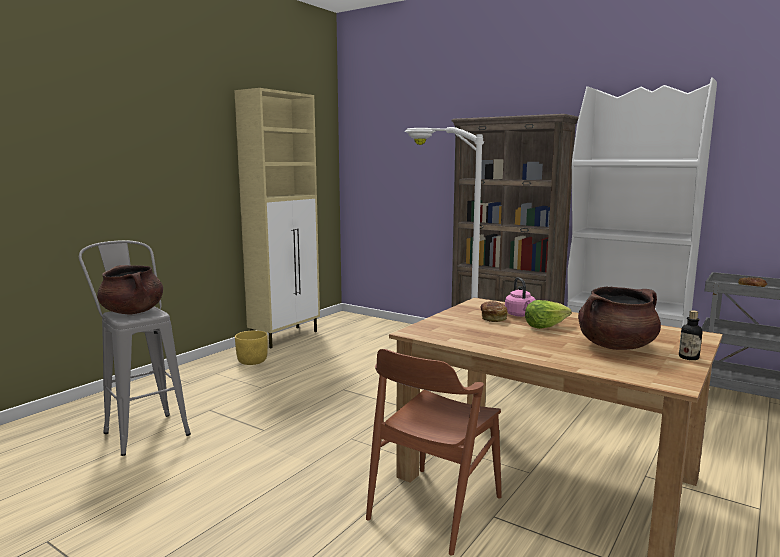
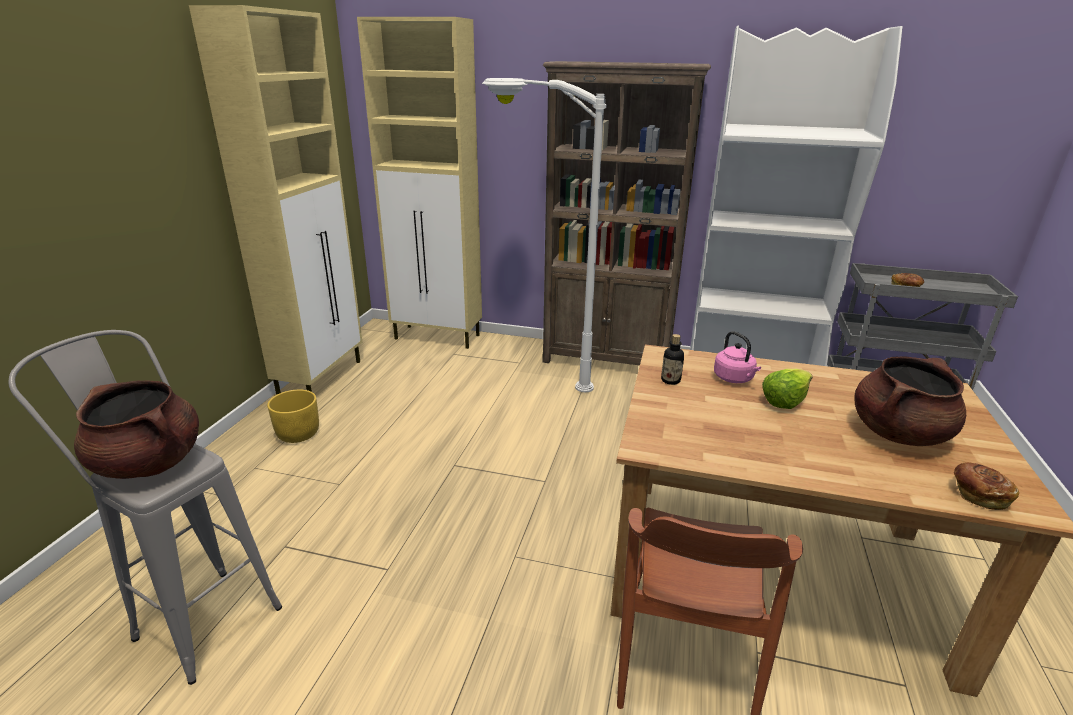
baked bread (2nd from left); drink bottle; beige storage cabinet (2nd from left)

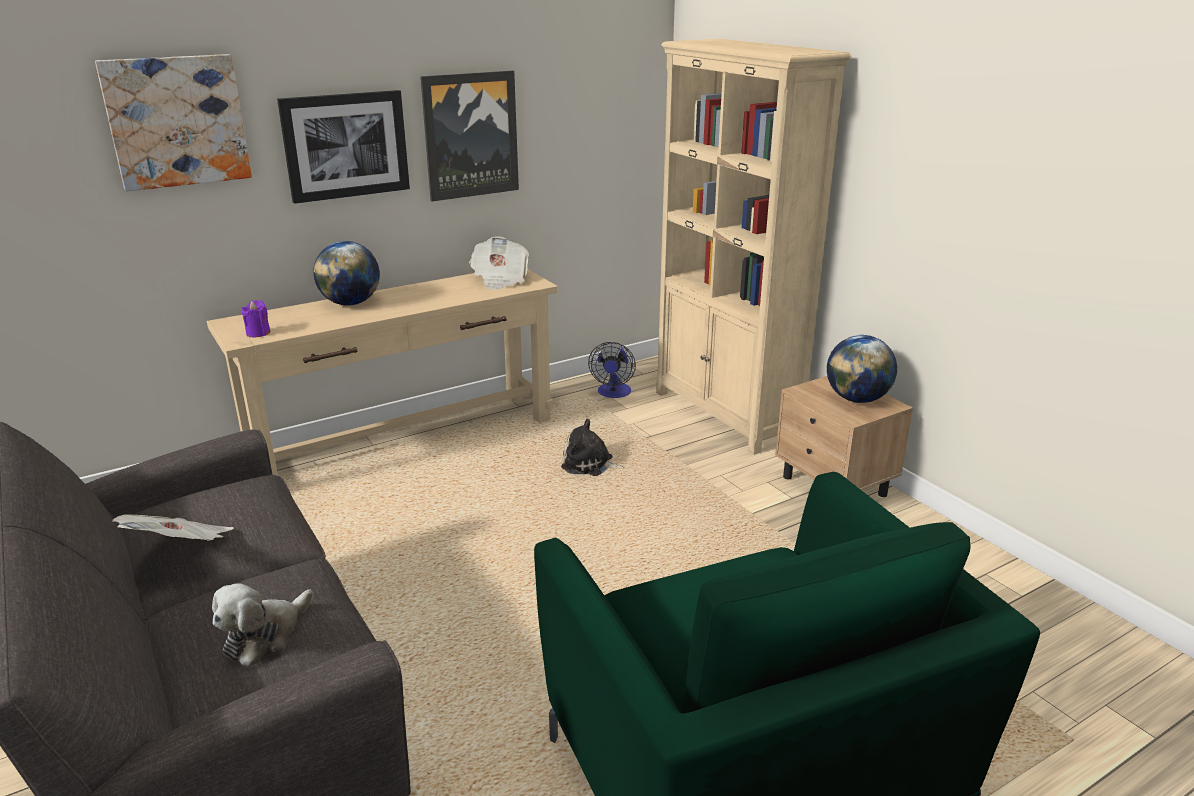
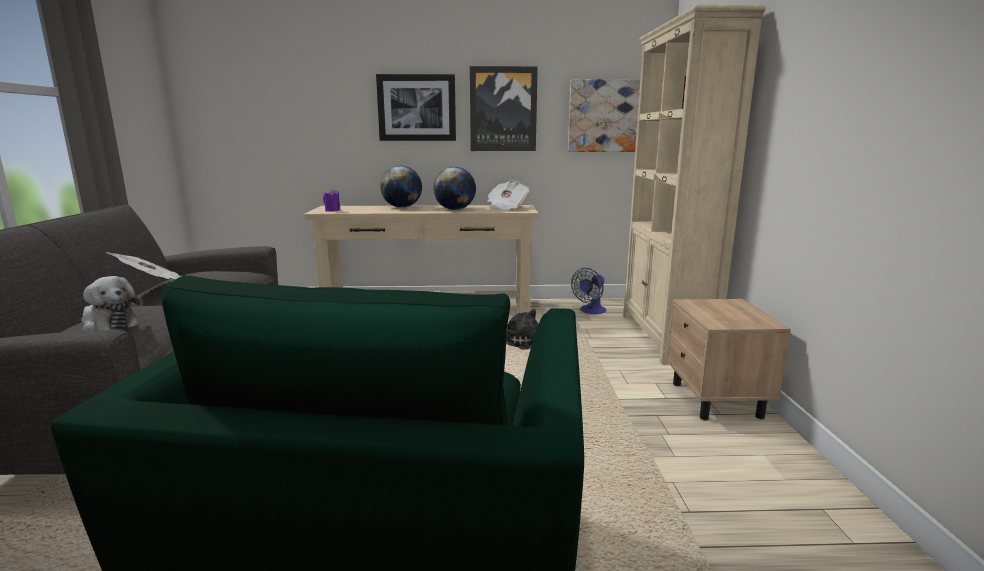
wall picture (3rd from left); soft toy (1st from left); globe (2nd from left)

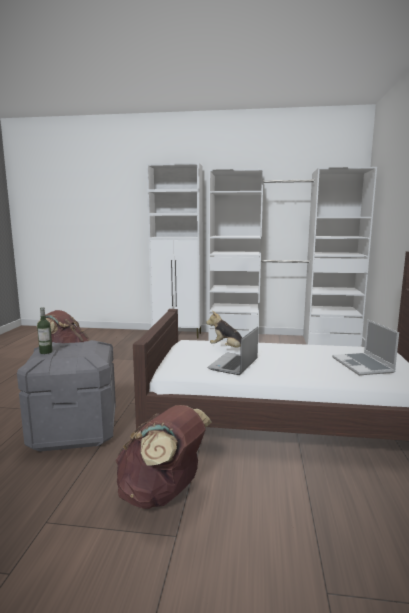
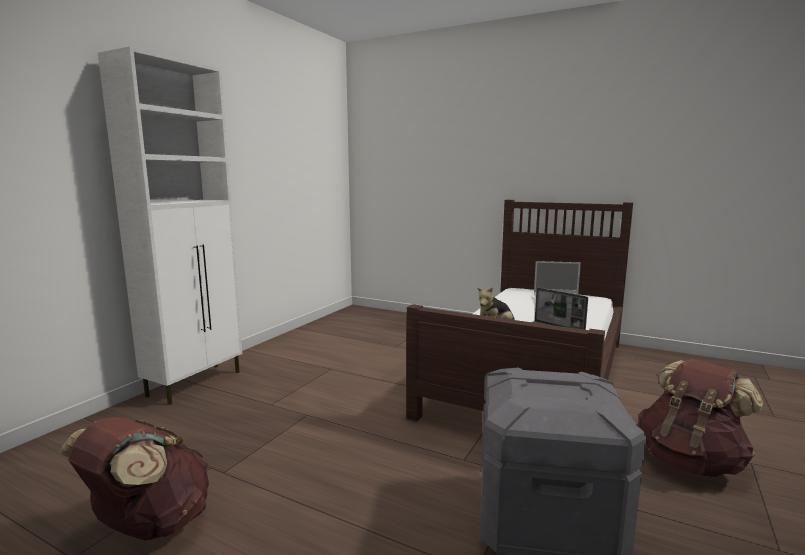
drink bottle; white clothes cupboard

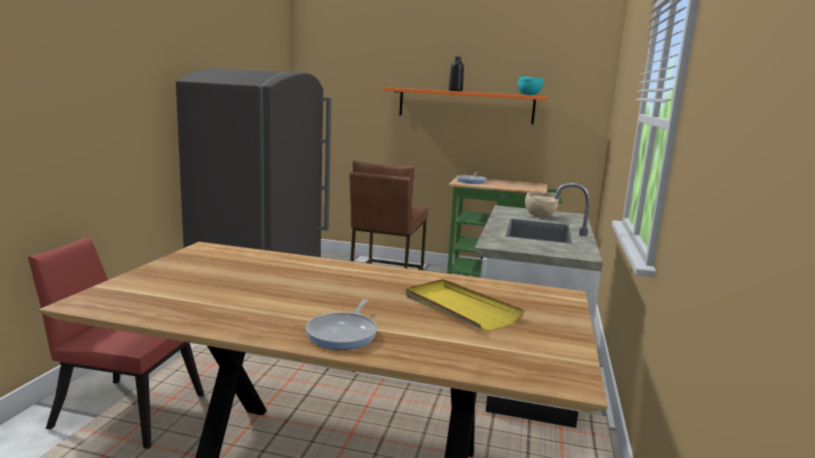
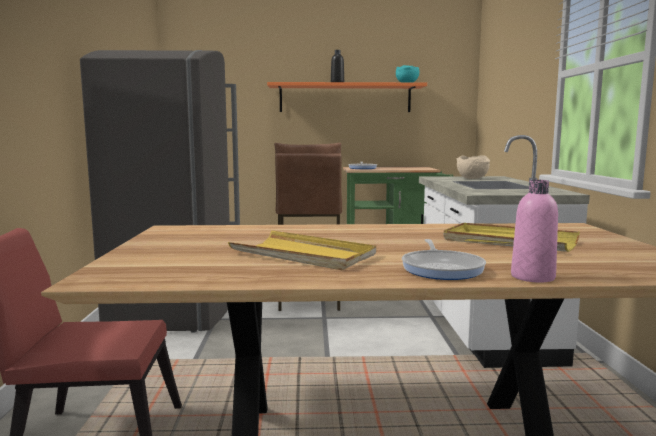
yellowish serving tray (1st from left); pink-coloured drink bottle

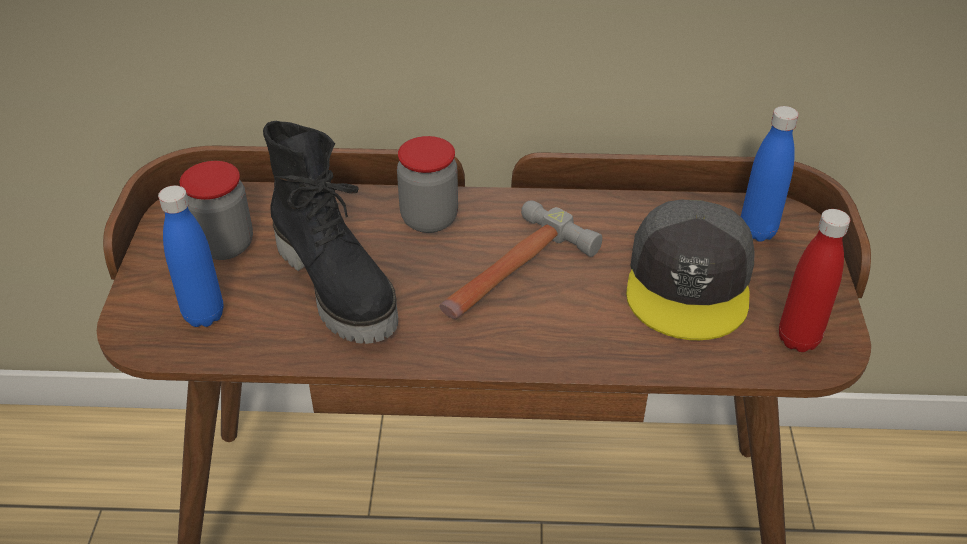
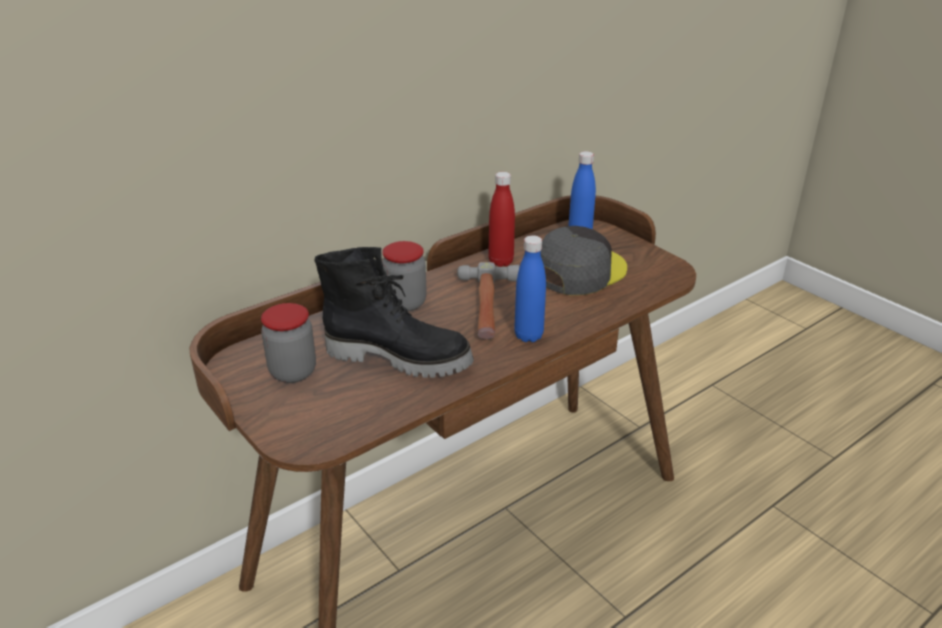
blue drink bottle (1st from left); gray cap; red drink bottle

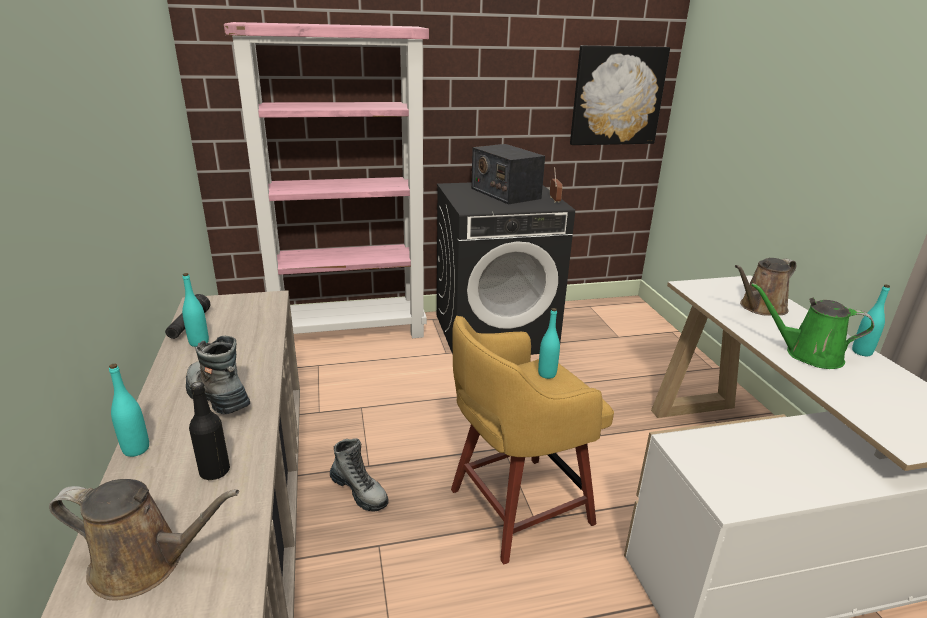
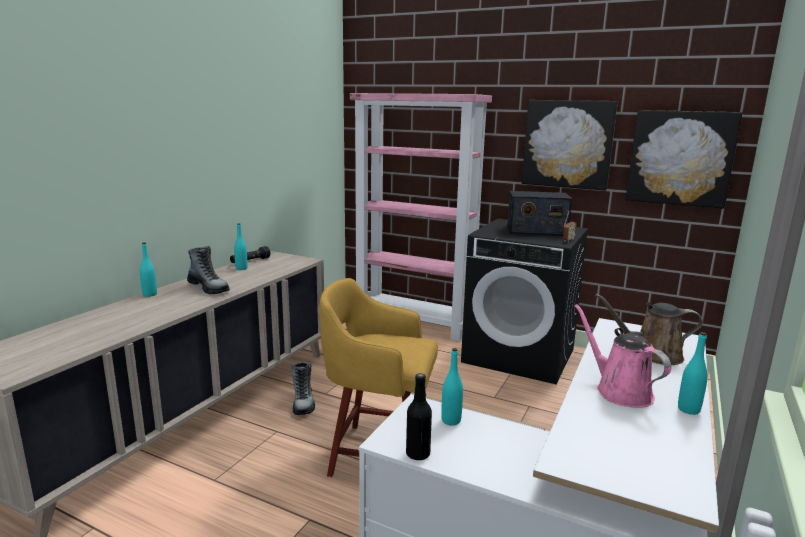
brownish watering can (1st from left in the first image); high-top boot (1st from left); blackish drink bottle; radio receiver (1st from left); turquoise drink bottle (3rd from left); pink-coloured watering can; wall picture (1st from left)

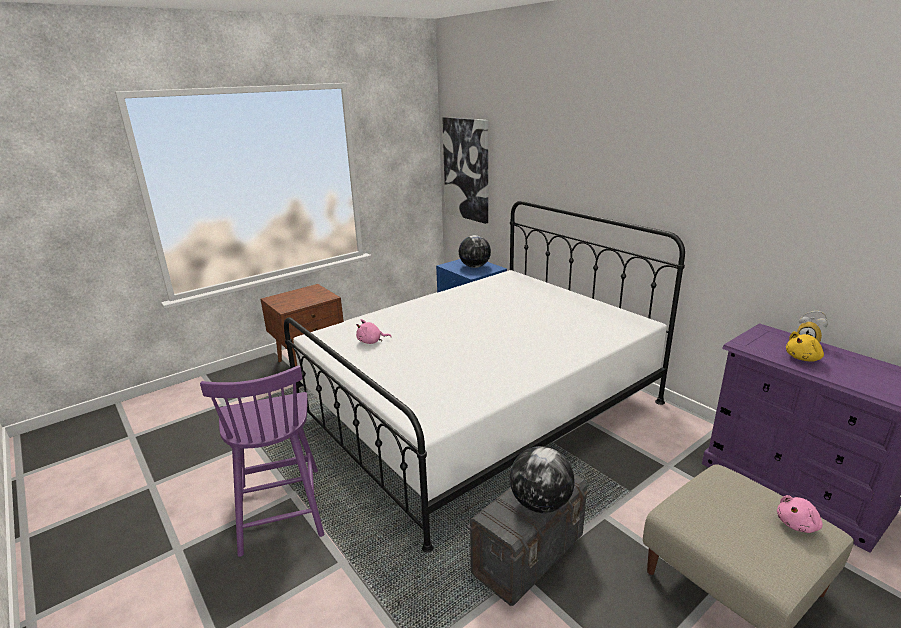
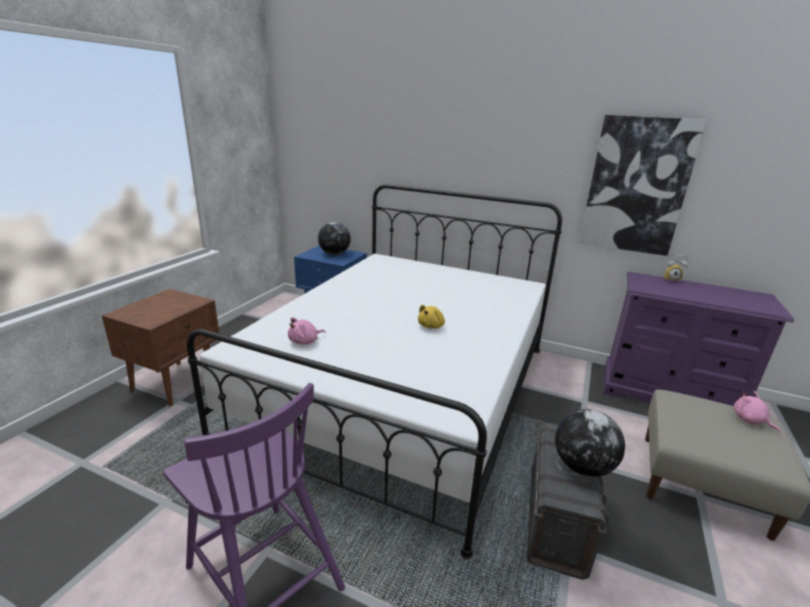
wall picture; pink-coloured soft toy (2nd from left); yellowish soft toy

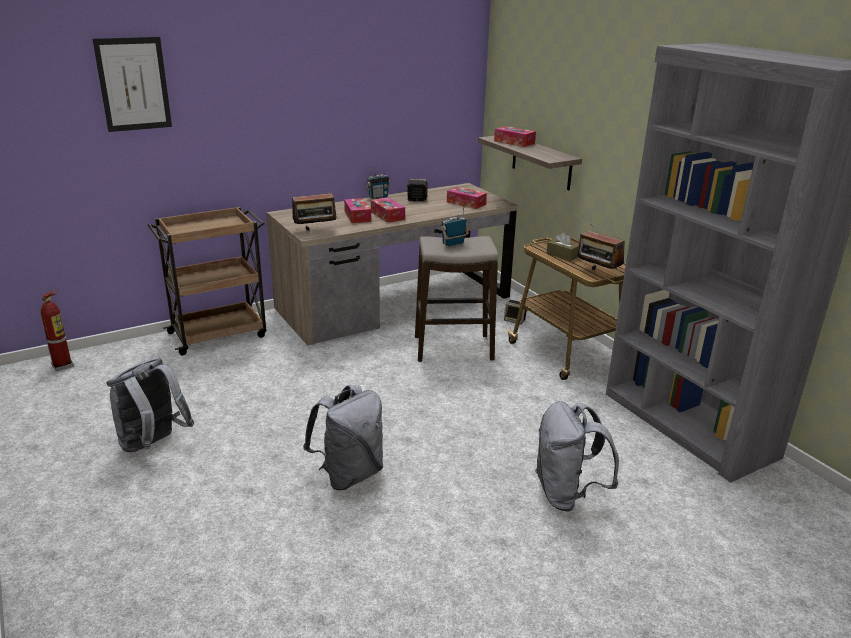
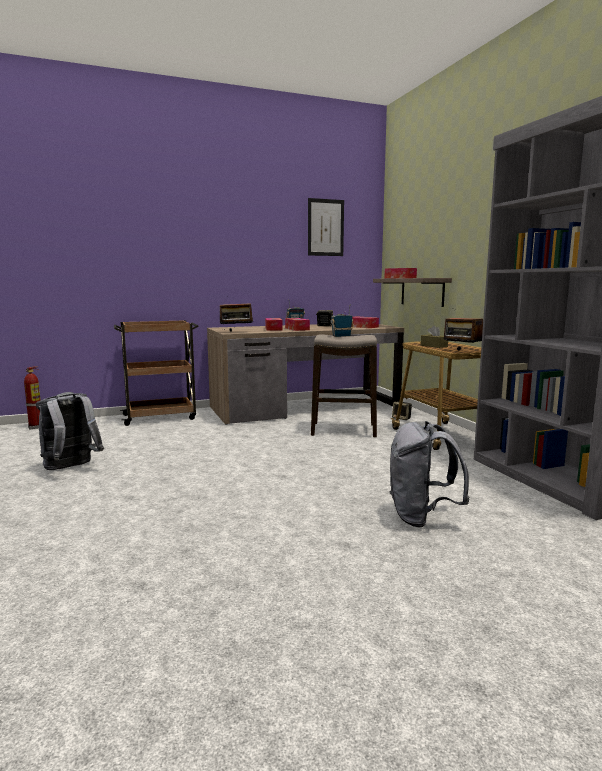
wall picture; gray rucksack (2nd from left in the first image)

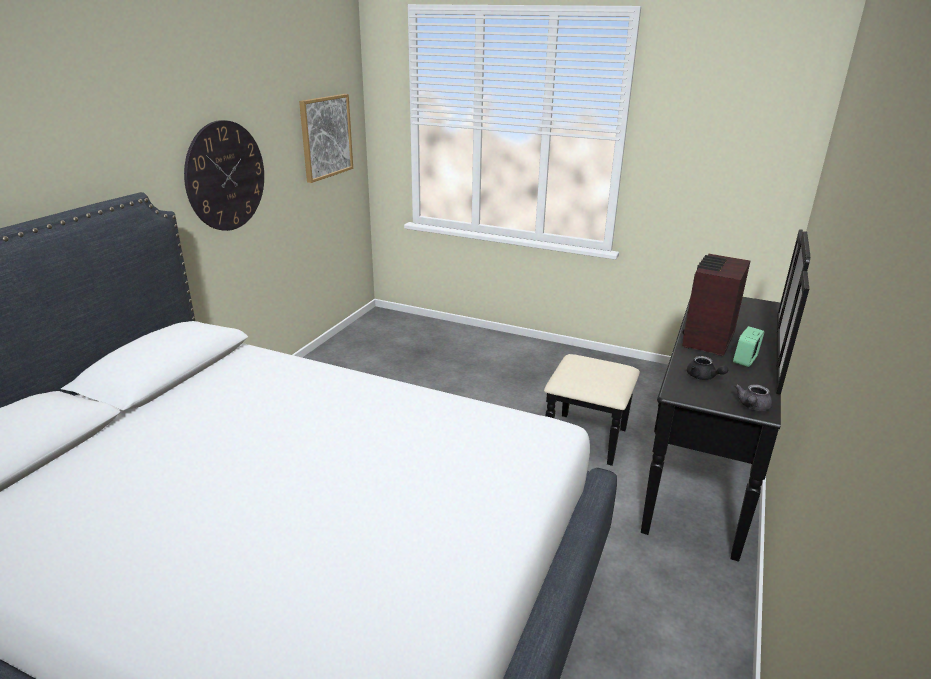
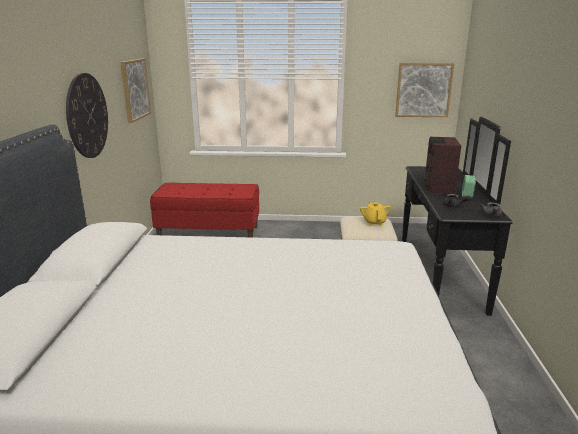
red long seat; yellowish tea pot; wall picture (2nd from left)

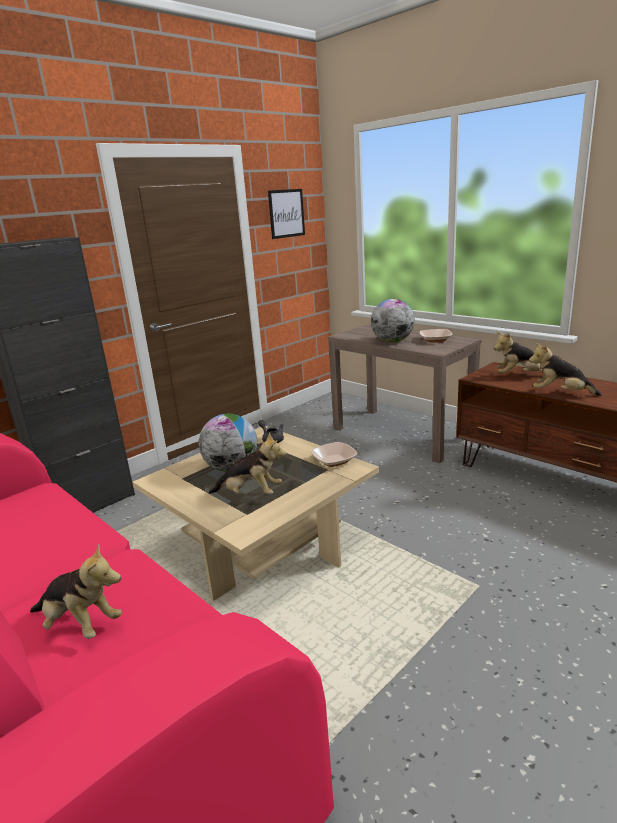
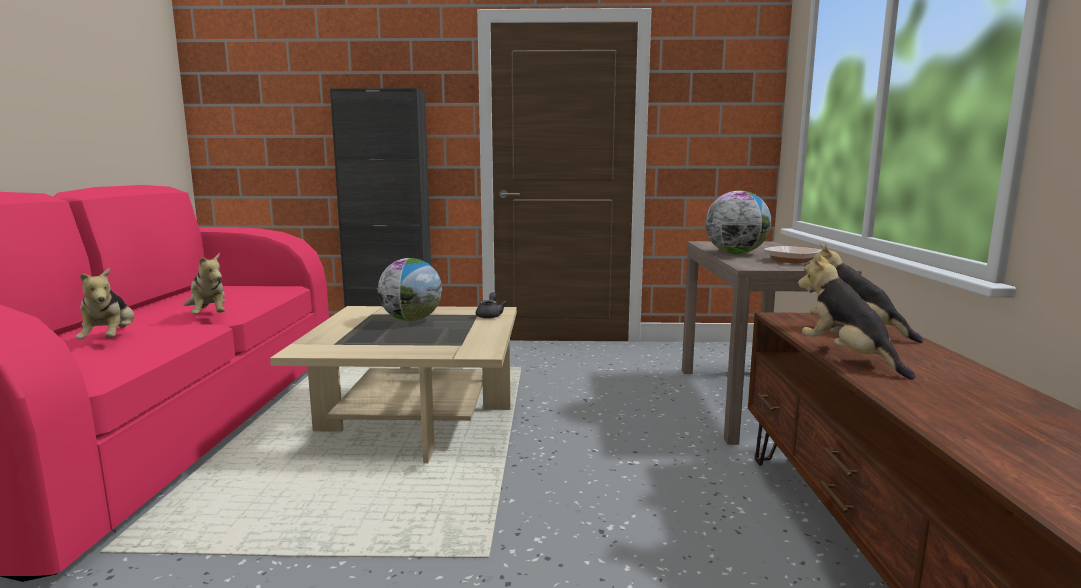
soft toy (2nd from left); wall picture; bowl (1st from left in the first image)

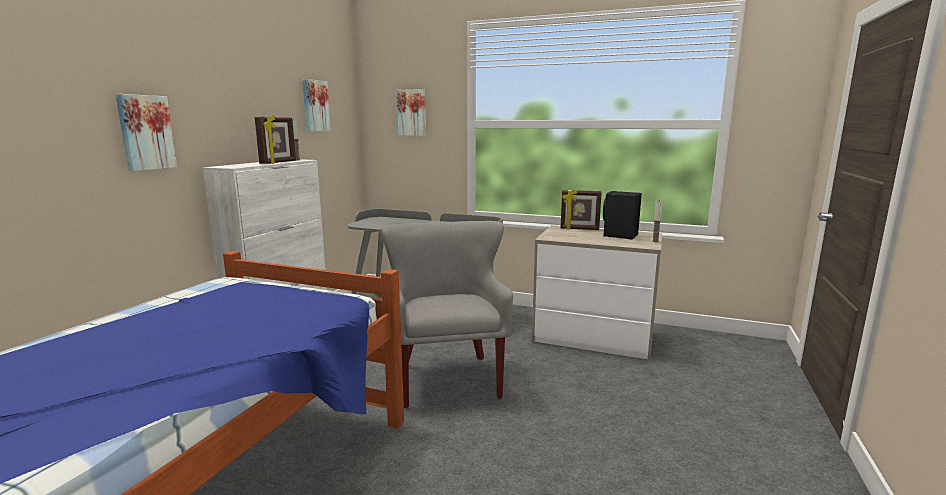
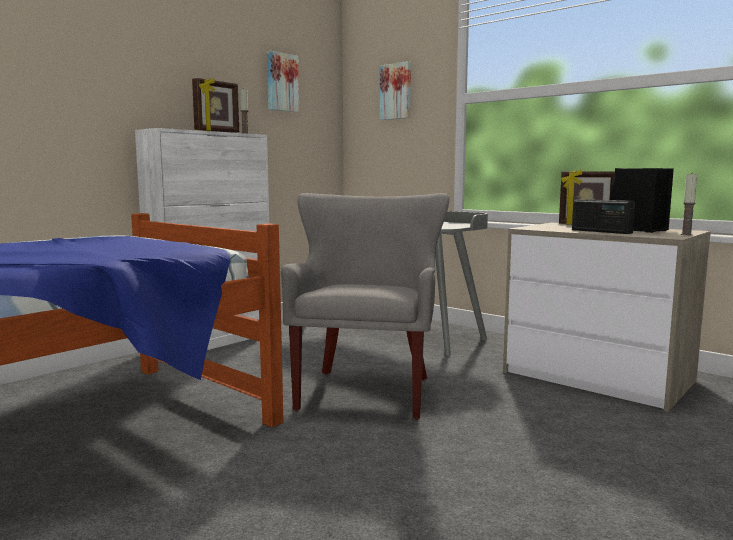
wall picture (1st from left in the first image); radio receiver

